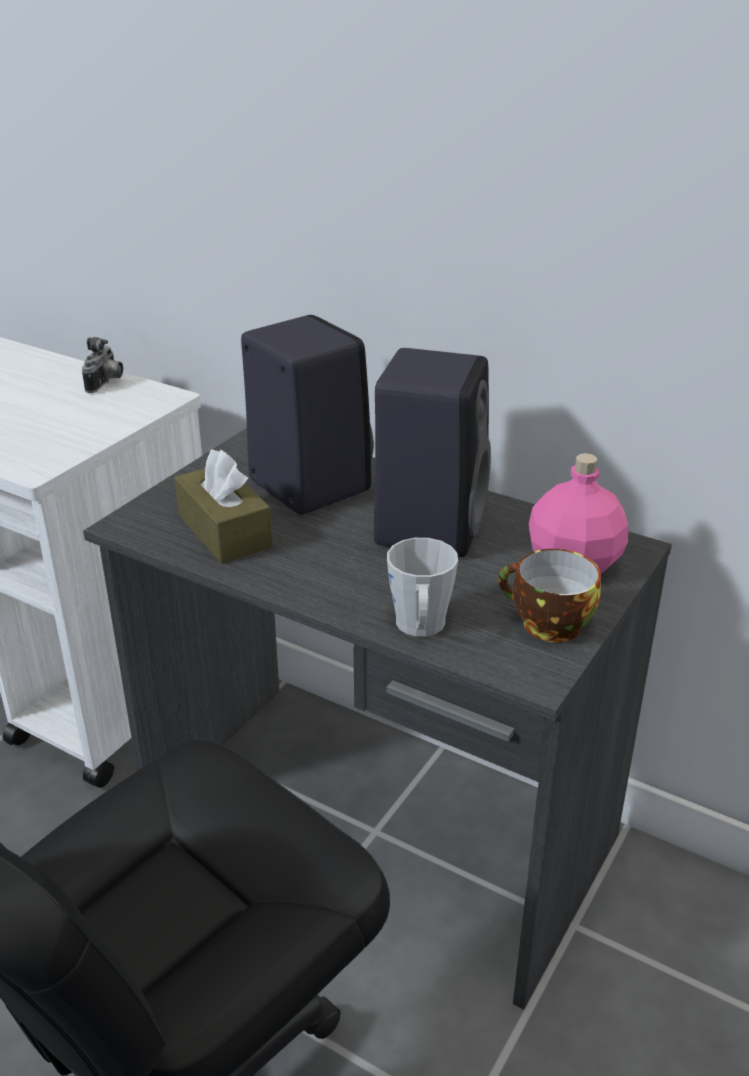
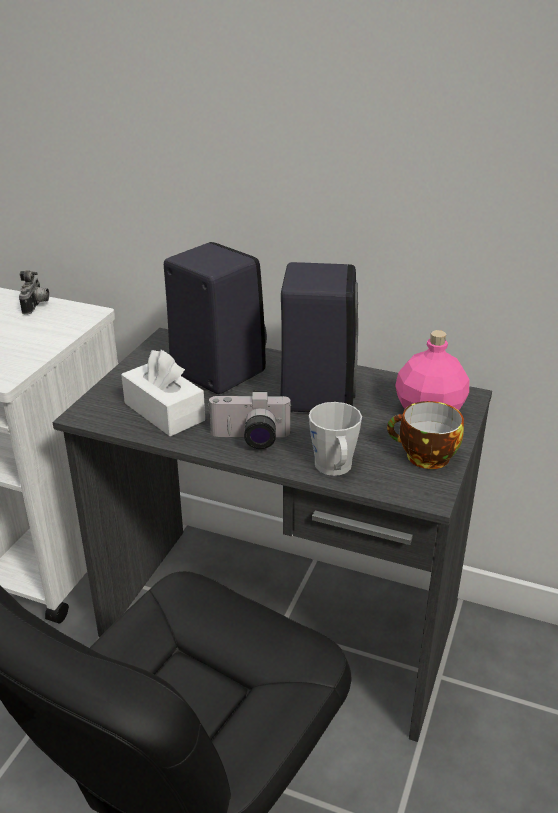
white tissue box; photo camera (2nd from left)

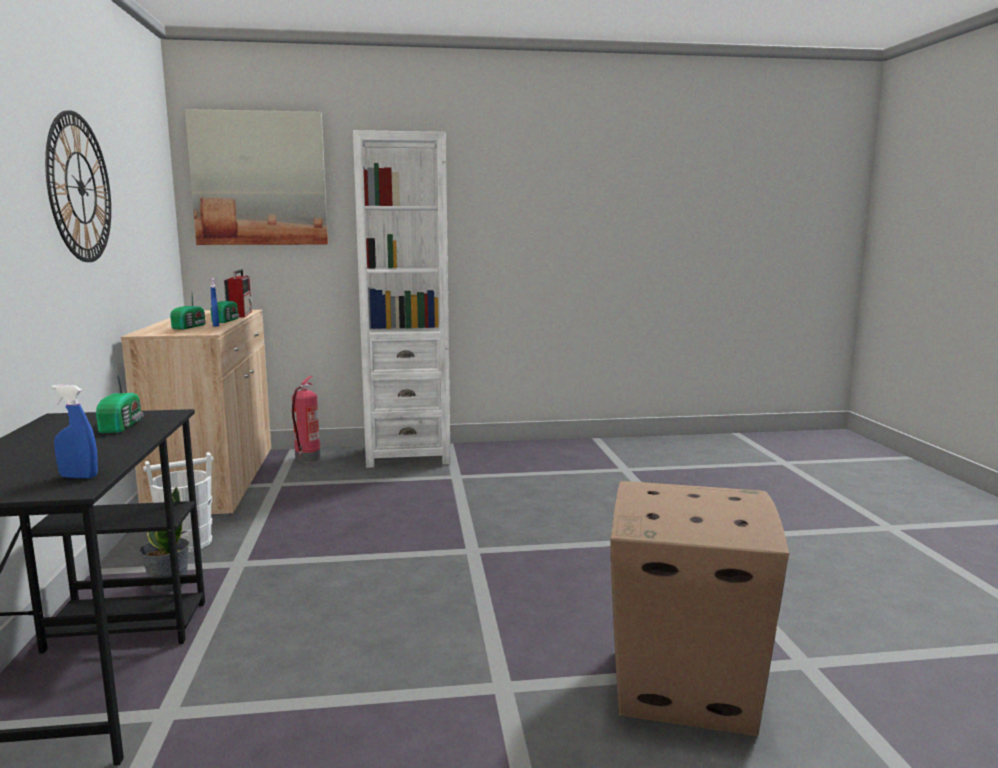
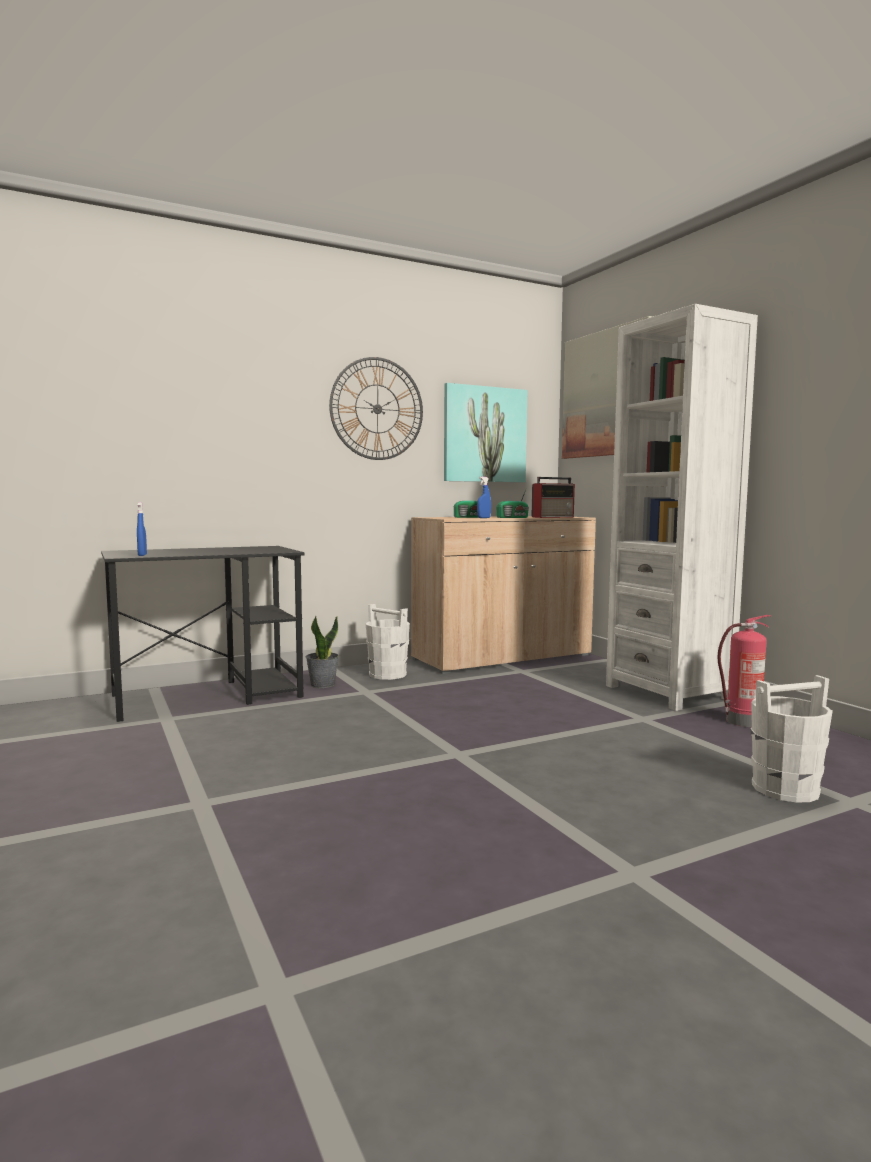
radio receiver (1st from left in the first image); extinguisher; packing box; wall picture (1st from left); white water bucket (2nd from left)

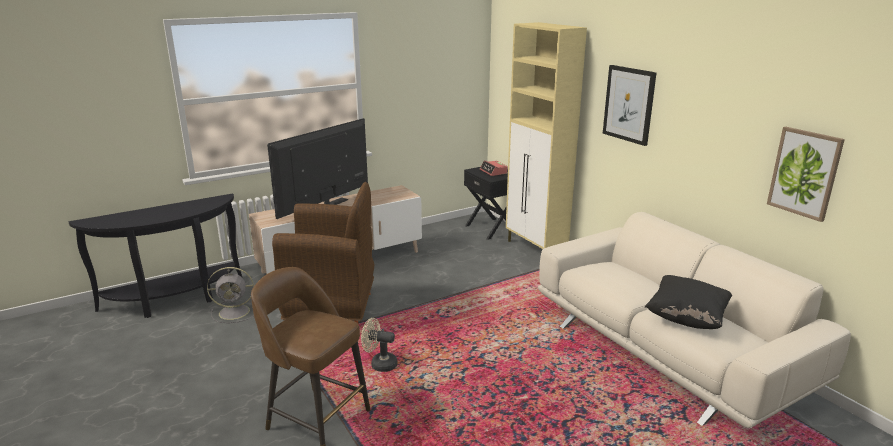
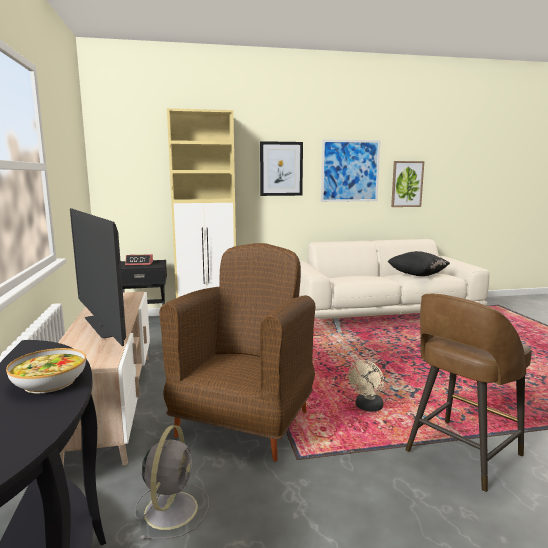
bowl; wall picture (2nd from left)

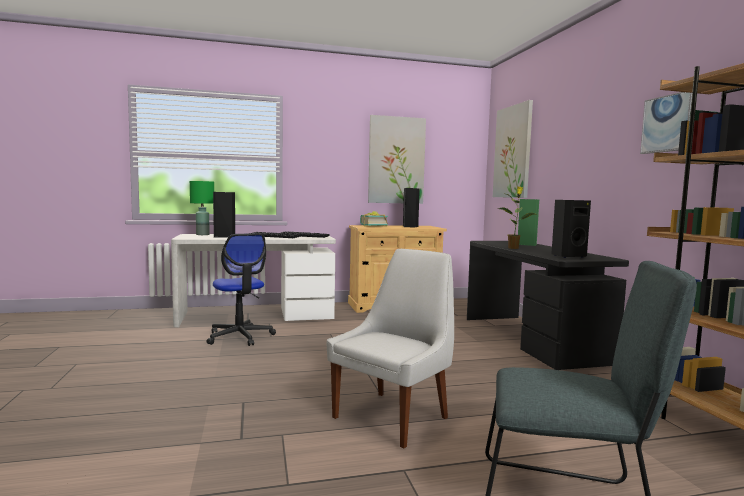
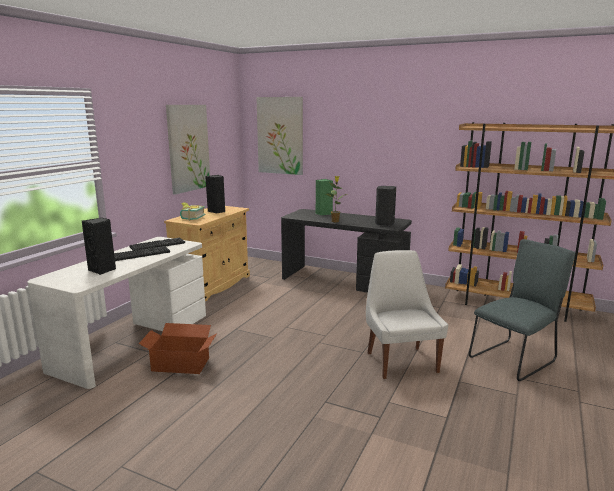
green tabletop lamp; packing box; wall picture (3rd from left in the first image)

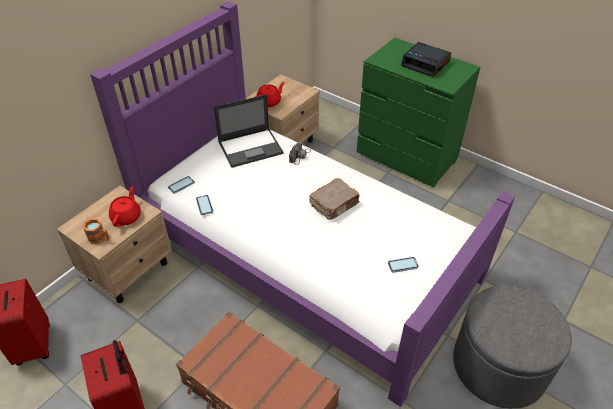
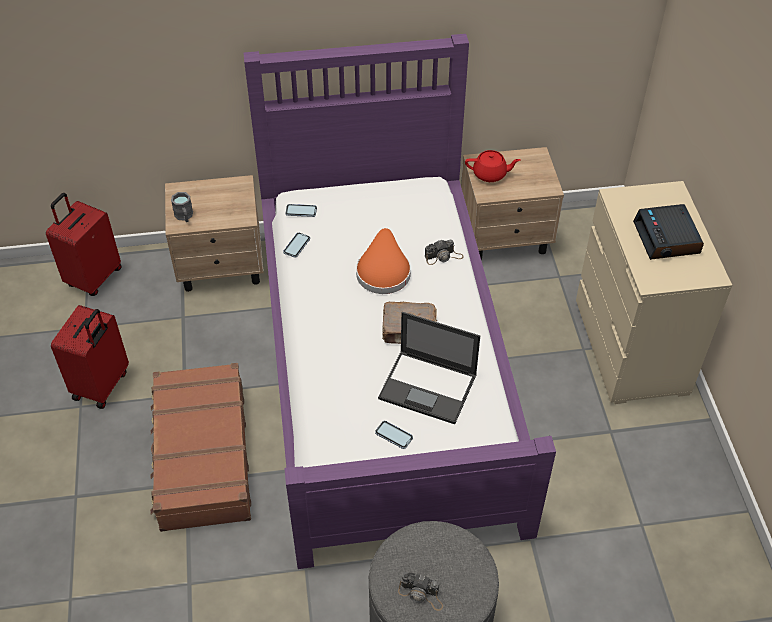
gray tea mug; red tea pot (1st from left in the first image); portable computer; beige drawer chest; orangey hat; photo camera (1st from left)

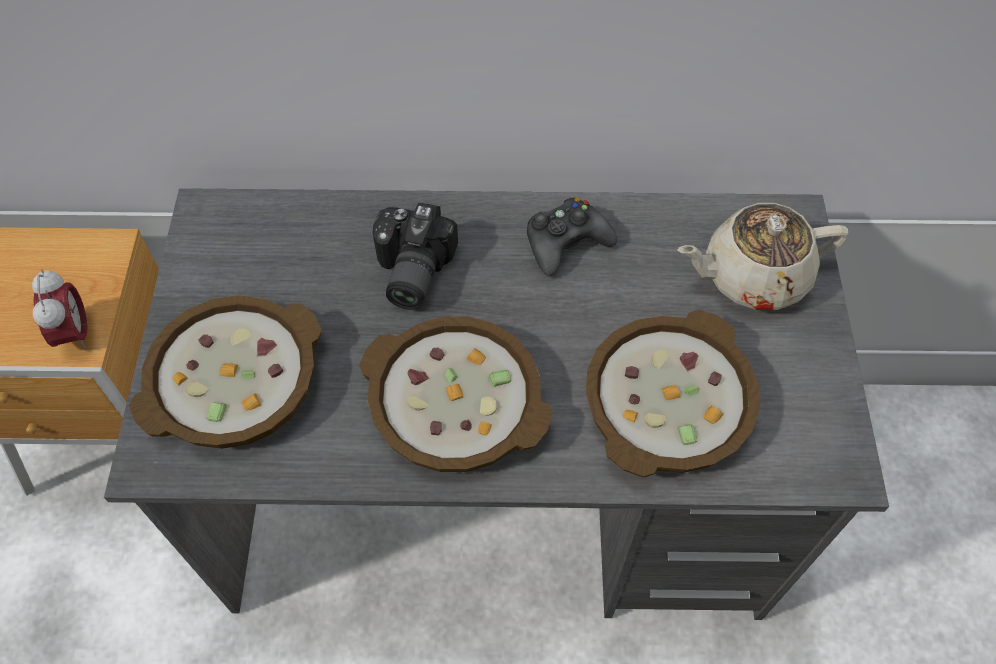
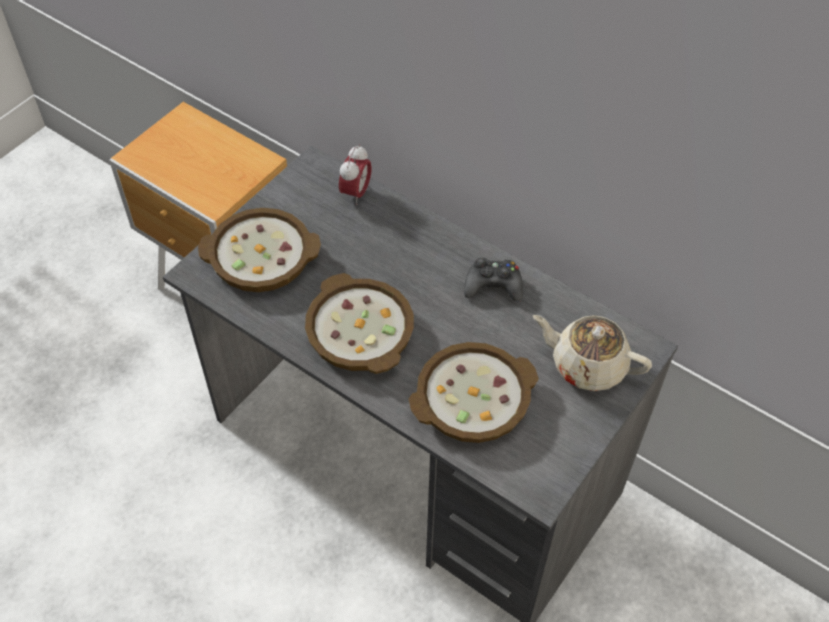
alarm clock; photo camera

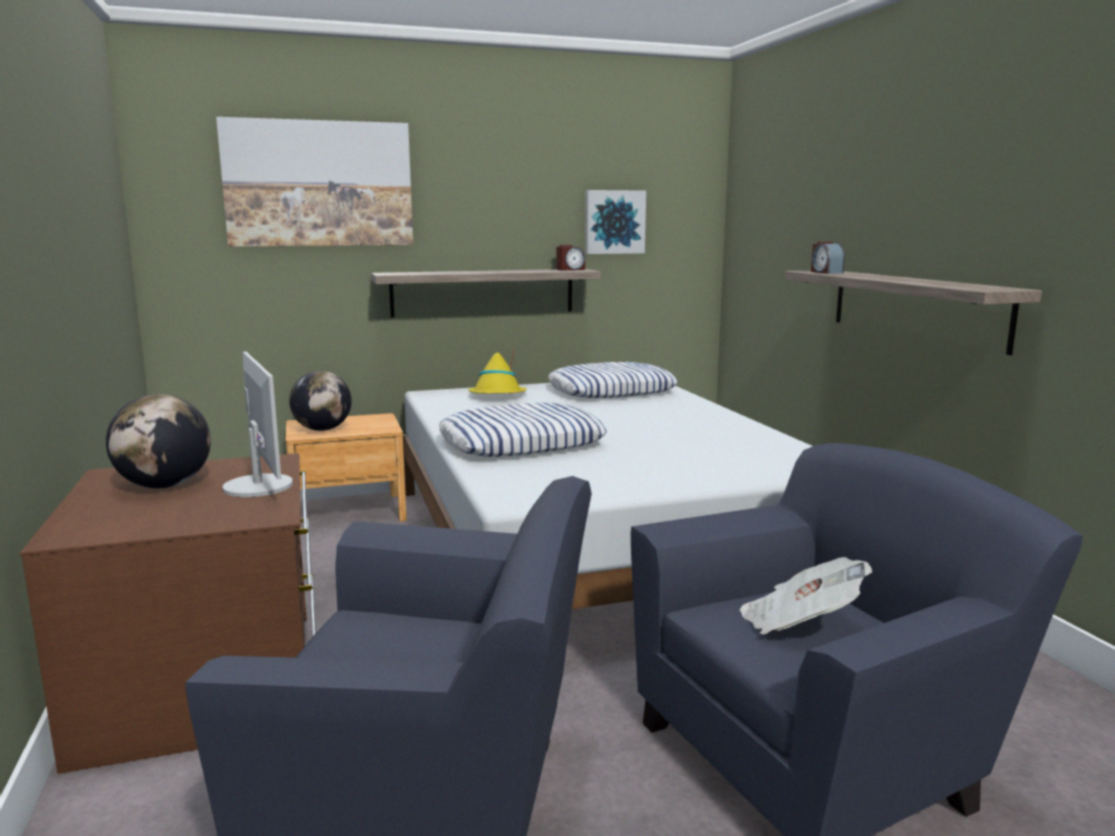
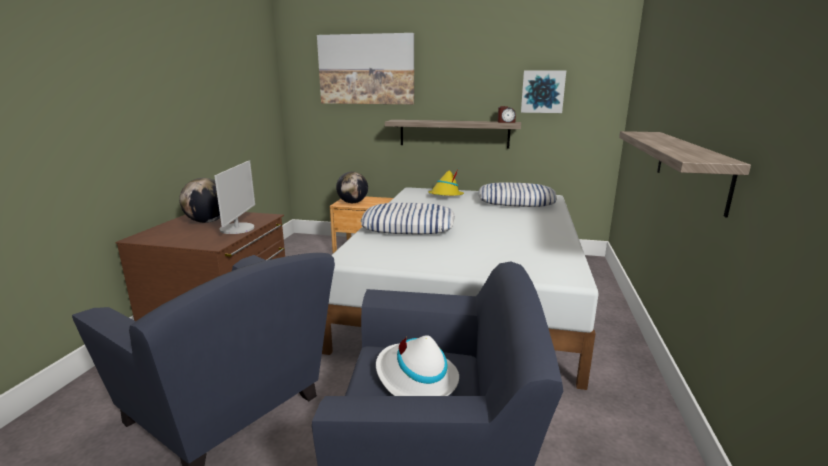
white hat; alarm clock (2nd from left in the first image)

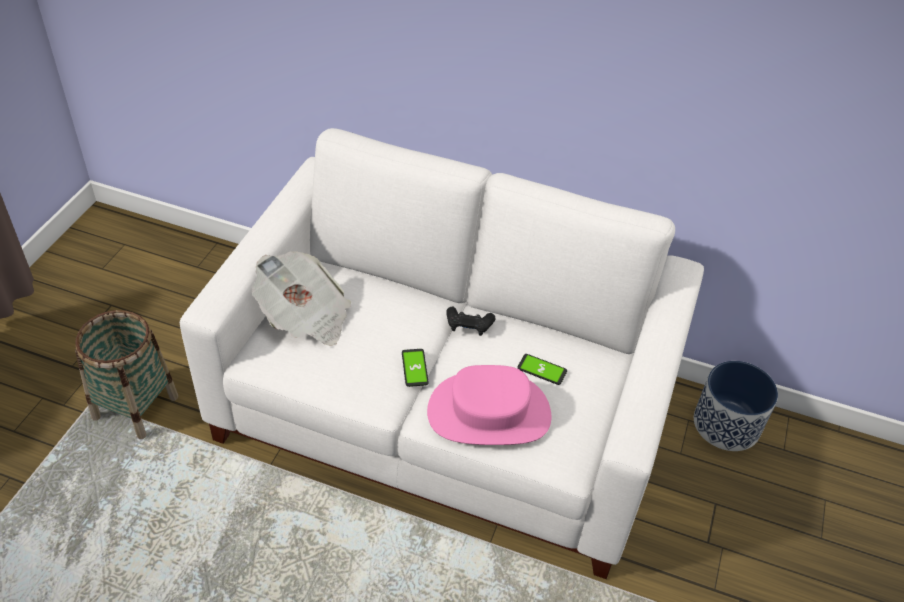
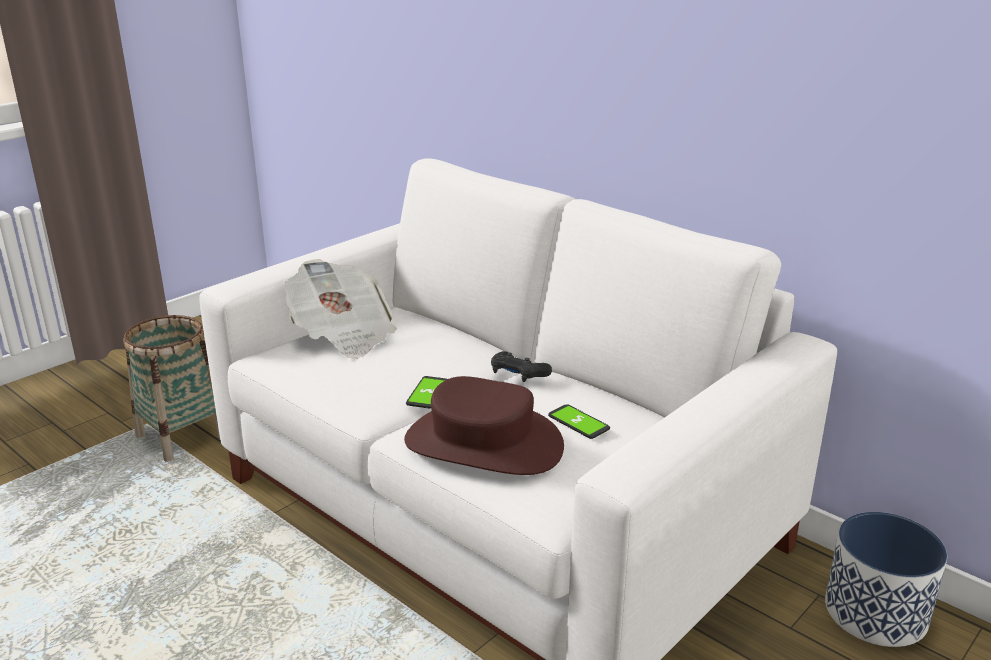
brownish hat

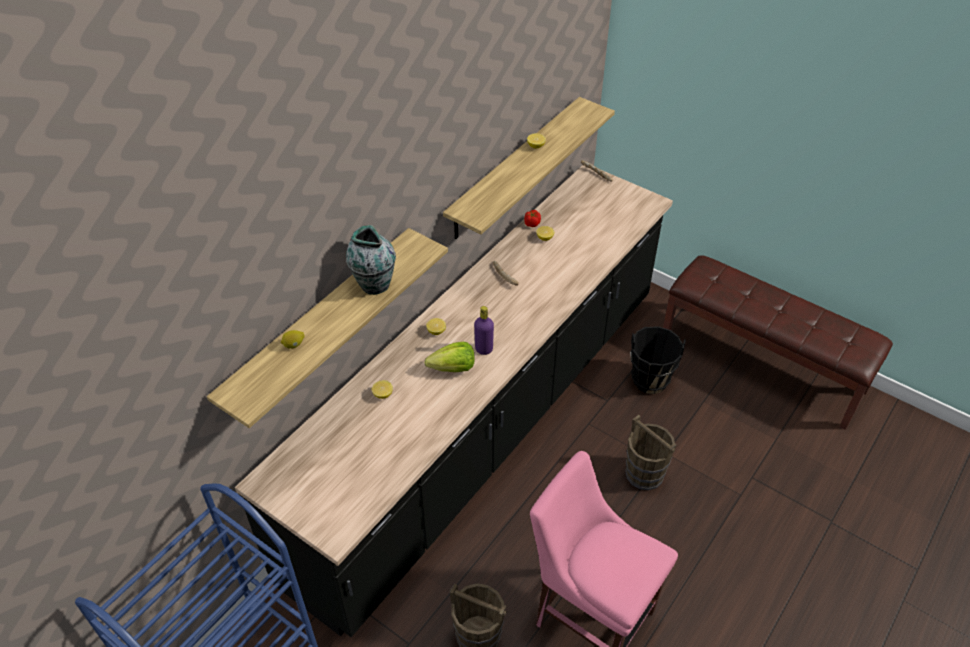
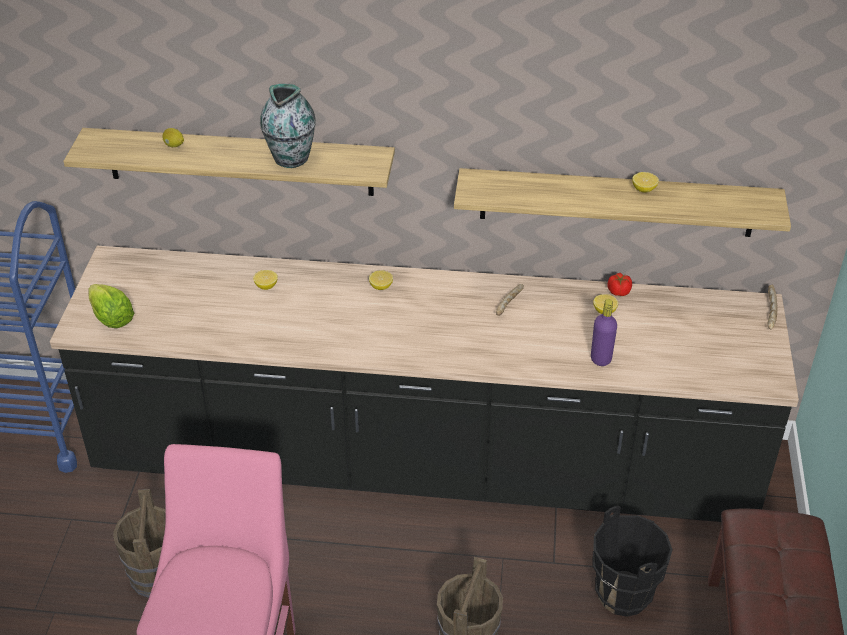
head of lettuce; purplish drink bottle

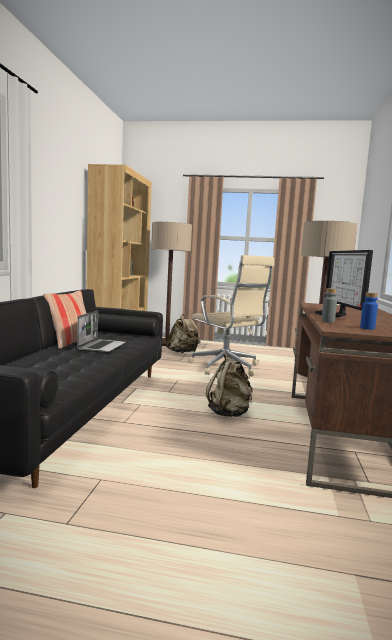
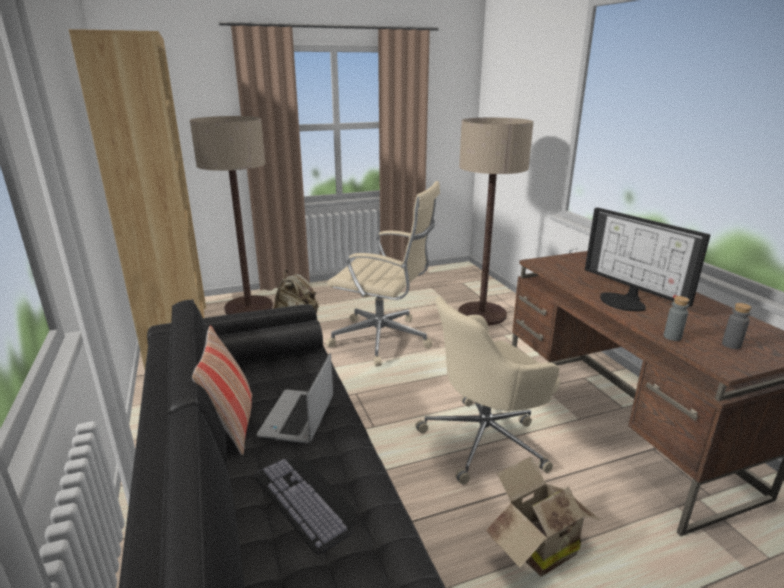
portable computer; beige desk chair (2nd from left); gray drink bottle (2nd from left); computer keyboard; packing box

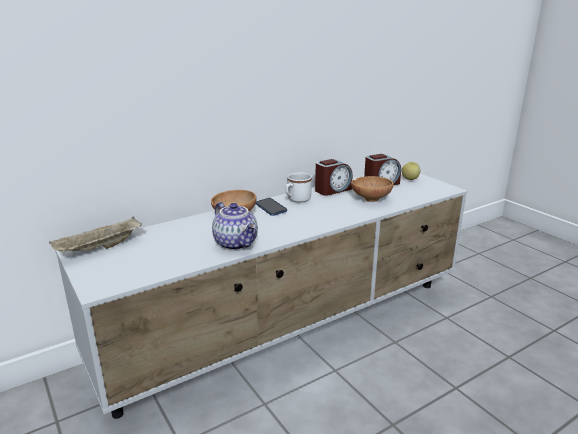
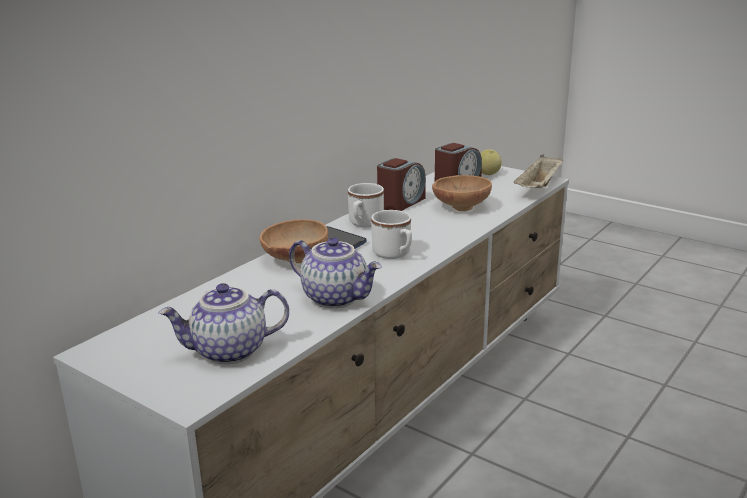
beige serving tray; tea pot (1st from left); white tea mug (2nd from left)

